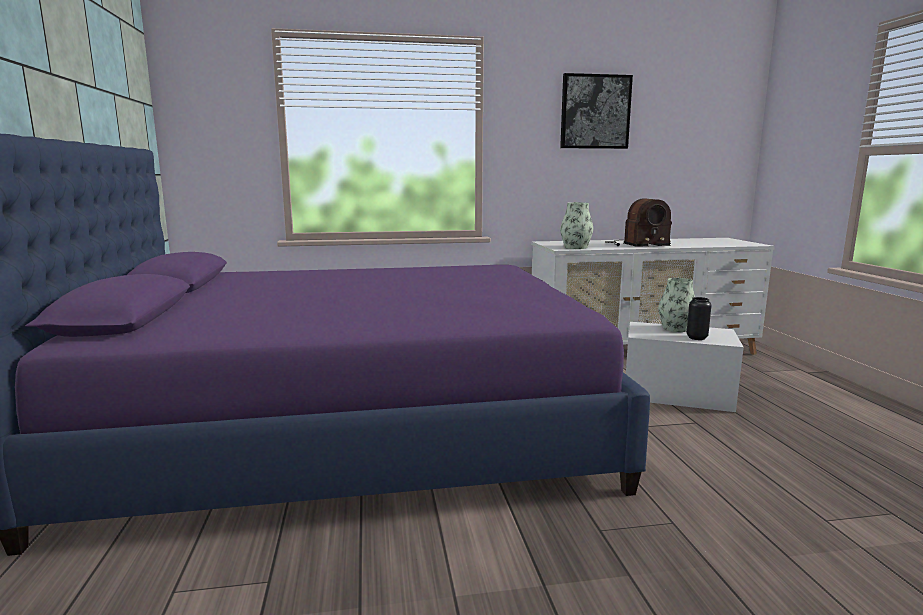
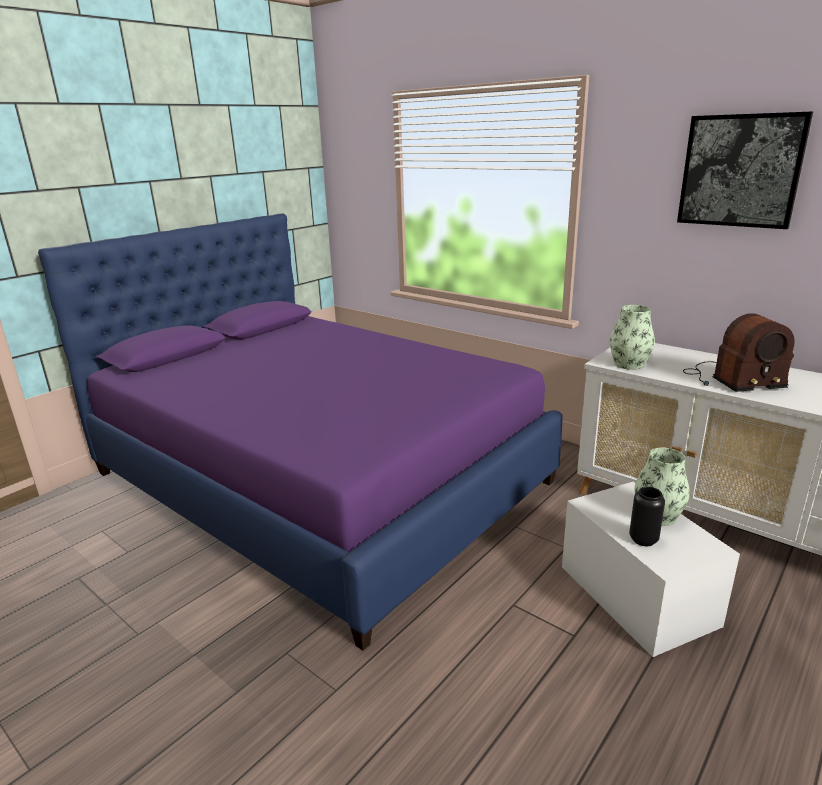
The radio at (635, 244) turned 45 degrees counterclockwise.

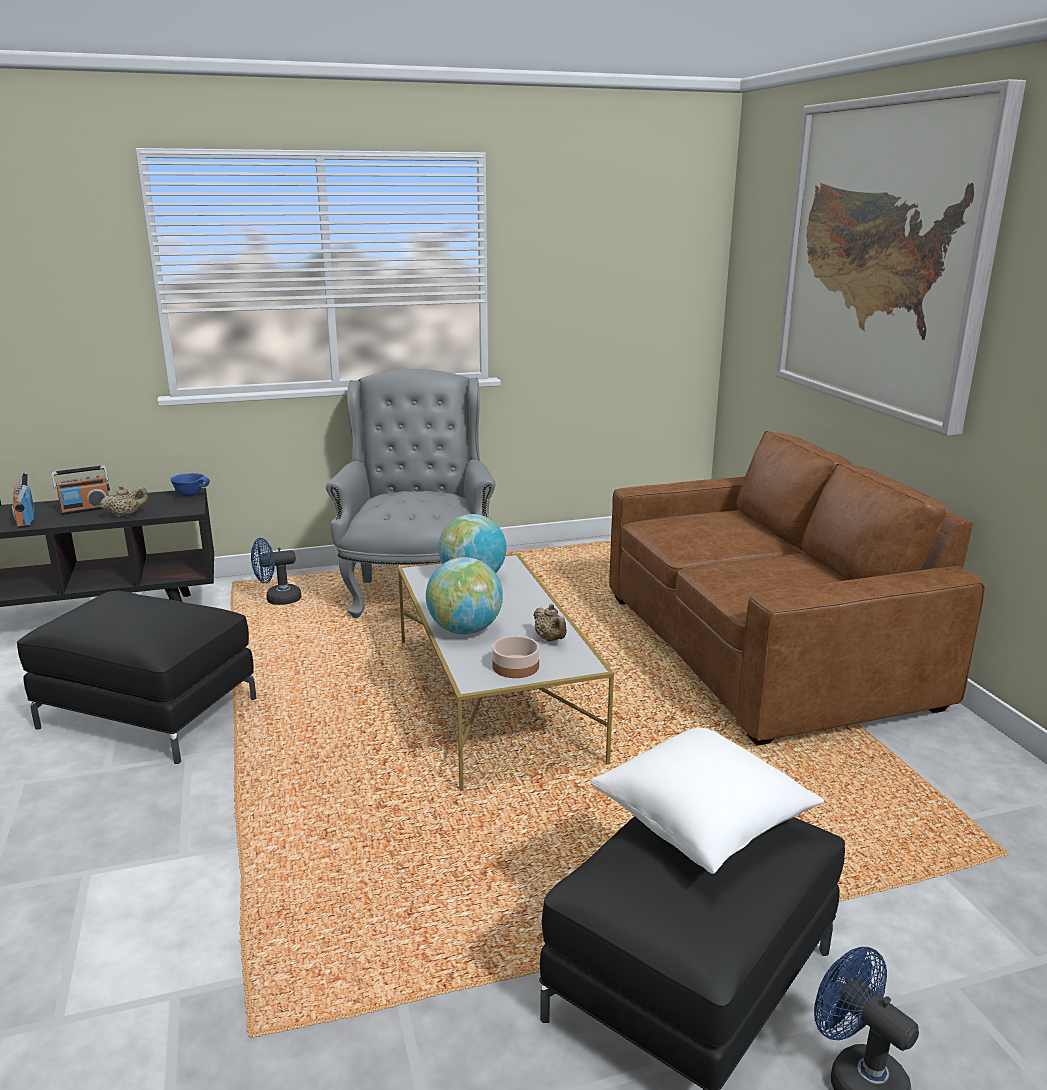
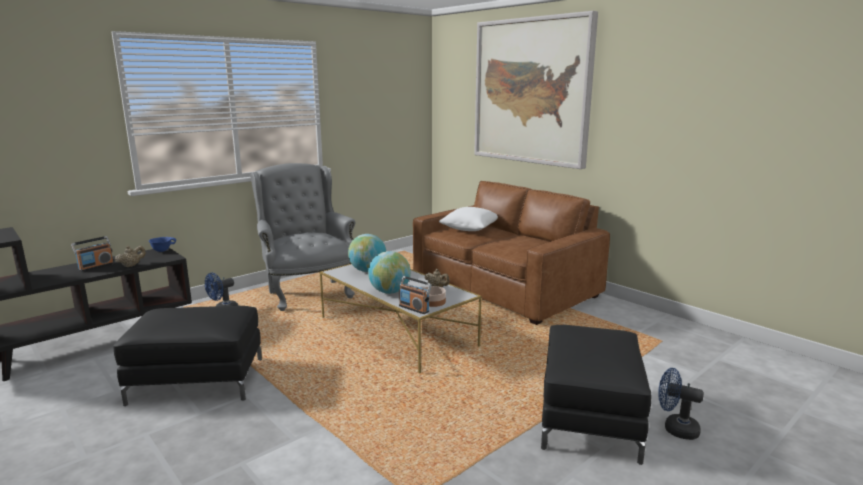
The radio moved from (25, 520) to (414, 308).
The white pillow moved from (703, 821) to (470, 229).

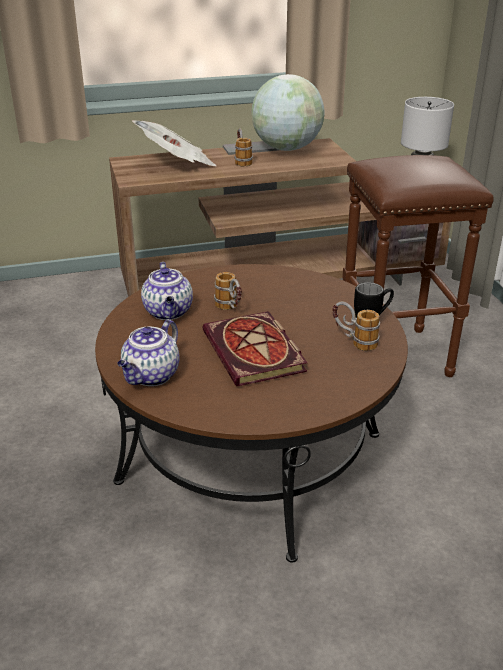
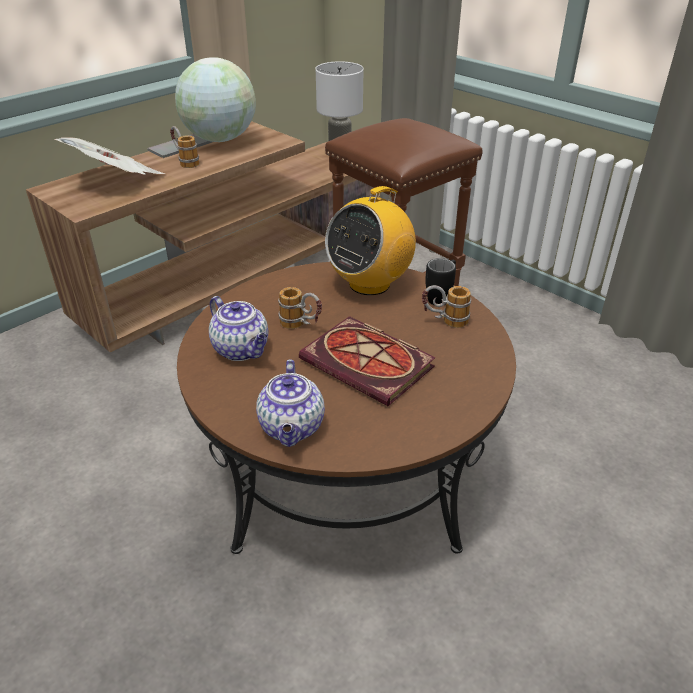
The radio at (370, 283) appeared.

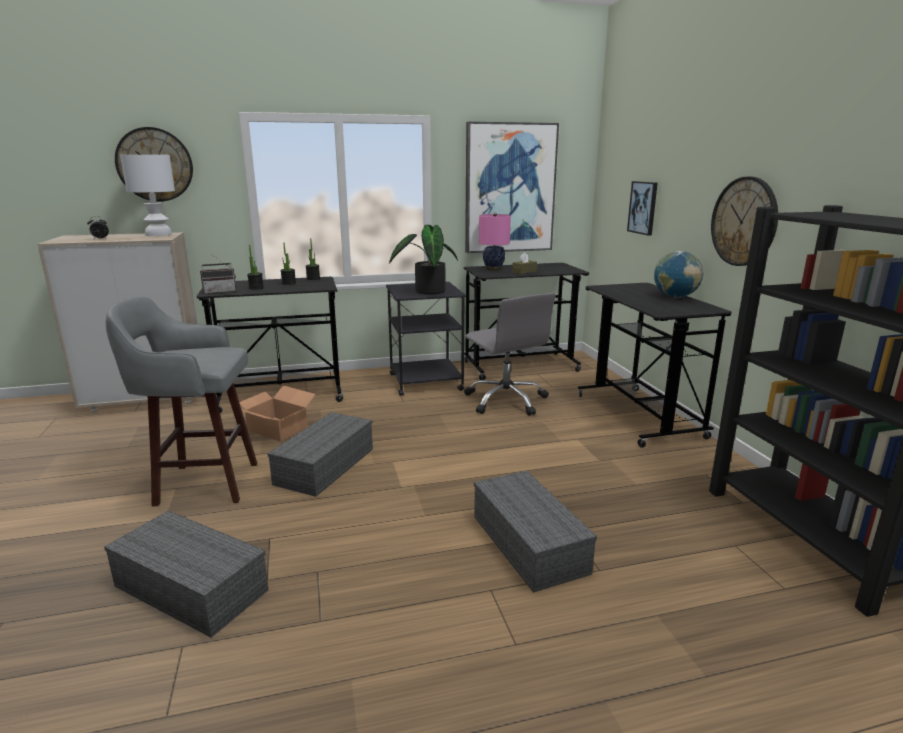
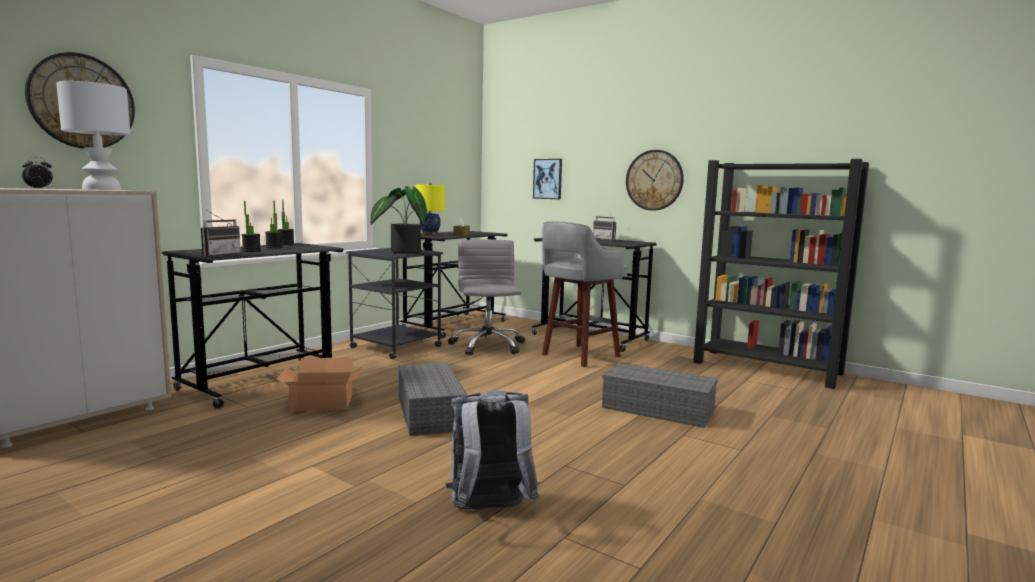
The picture at (509, 188) disappeared.
The pink table lamp at (493, 268) became the yellow table lamp at (430, 234).
The globe at (675, 297) was replaced by the radio at (606, 239).
The grey office chair at (506, 400) turned 120 degrees counterclockwise.
The grey stool moved from (203, 484) to (578, 356).
The grey storage box at (188, 588) was replaced by the grey backpack at (489, 511).

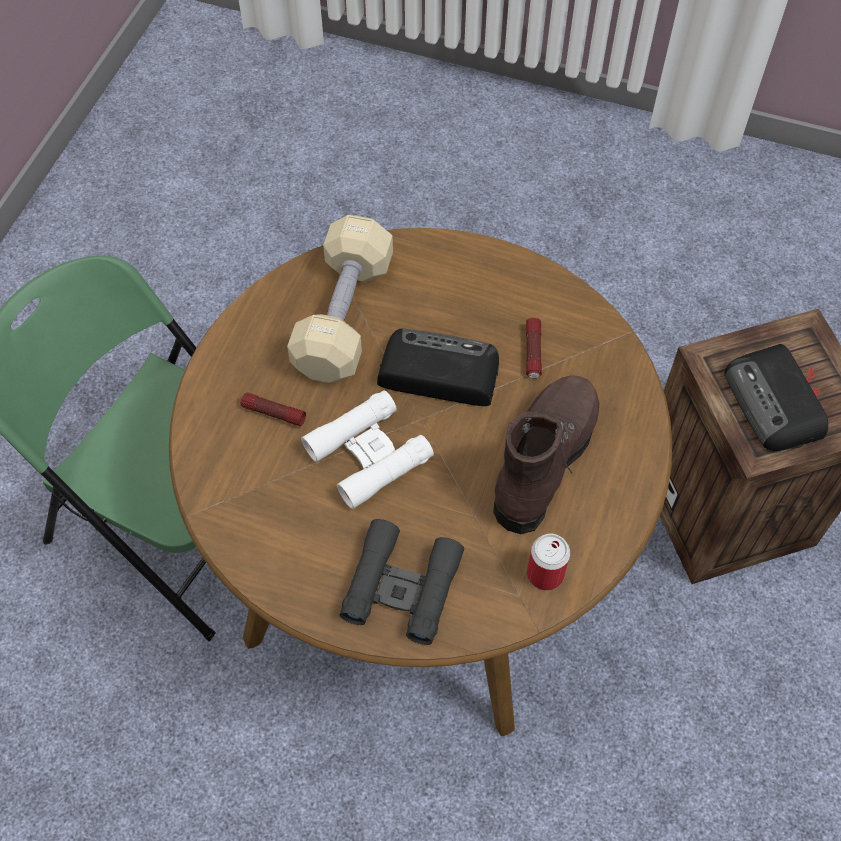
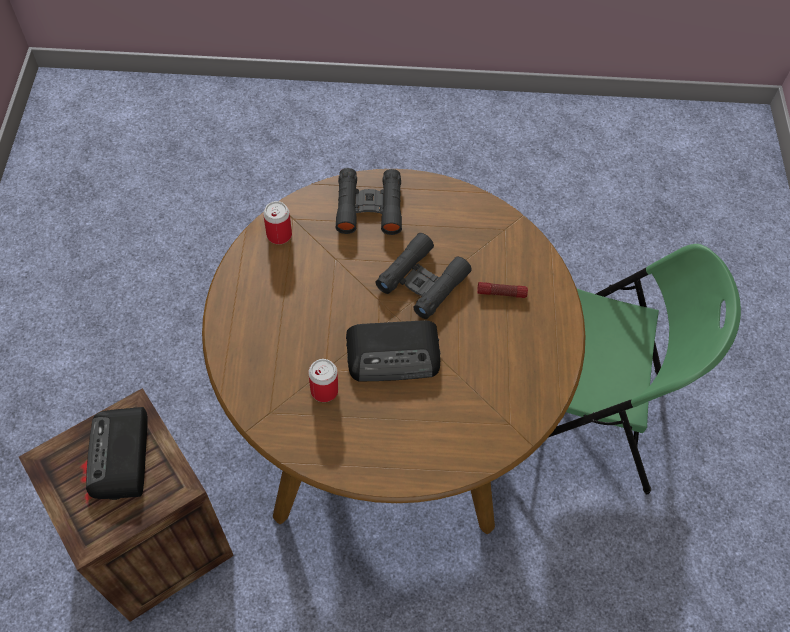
The beige dumbbell at (344, 316) disappeared.
The flashlight at (533, 352) was replaced by the can at (324, 390).
The radio at (774, 404) turned 150 degrees counterclockwise.
The brown boot at (543, 461) disappeared.
The white binoculars at (368, 454) became the black binoculars at (422, 281).

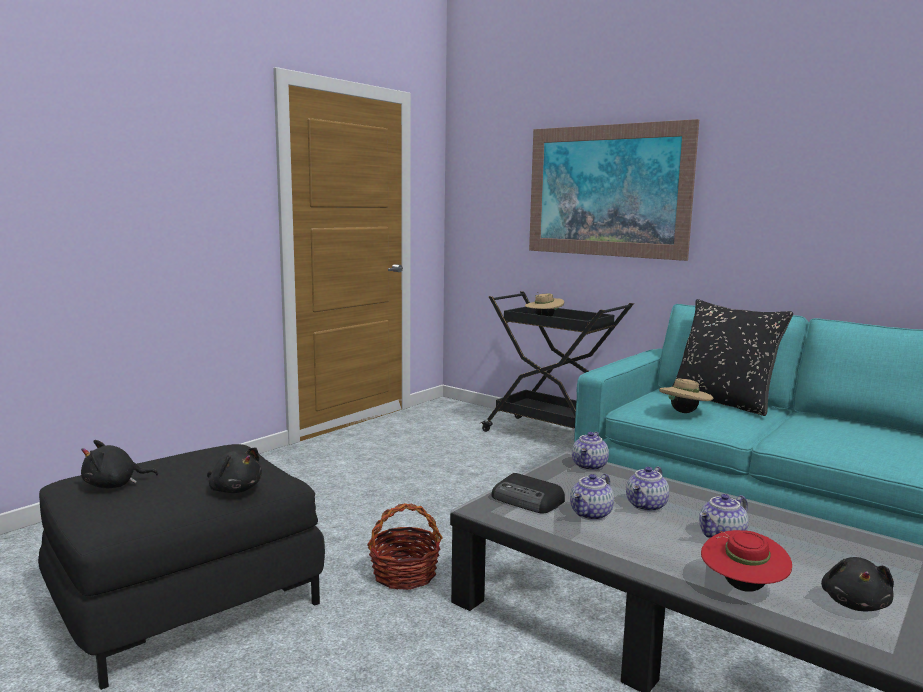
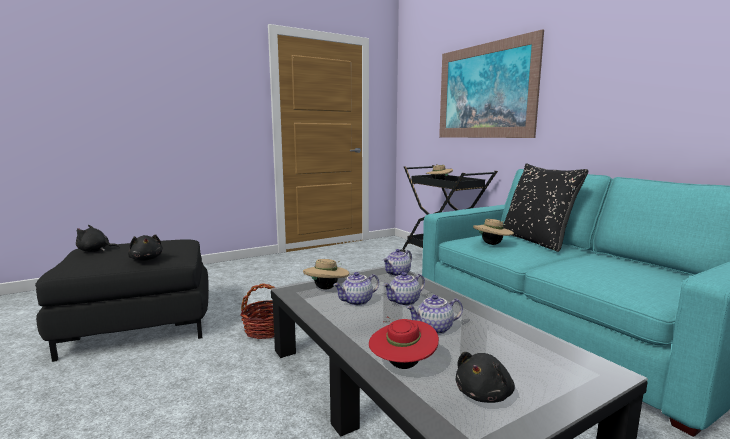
The radio at (528, 500) was replaced by the beige hat at (326, 288).

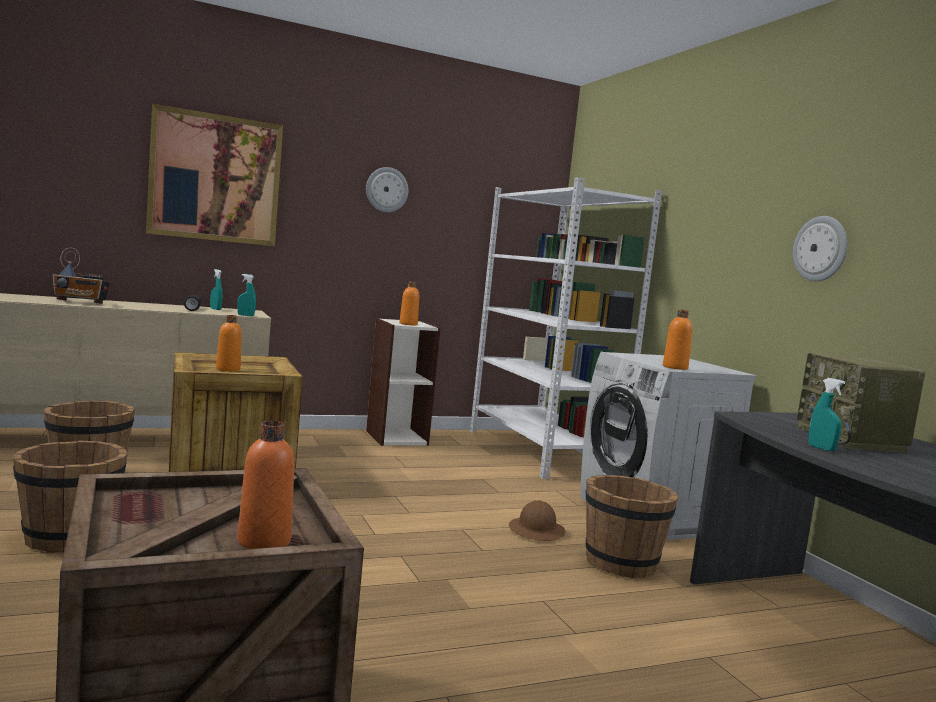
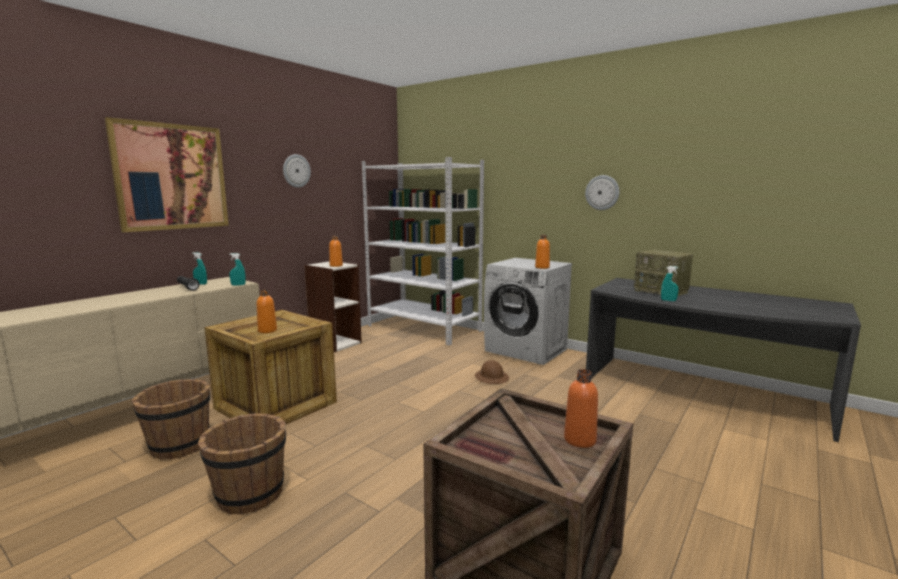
The radio at (80, 302) disappeared.
The brown bucket at (621, 563) disappeared.

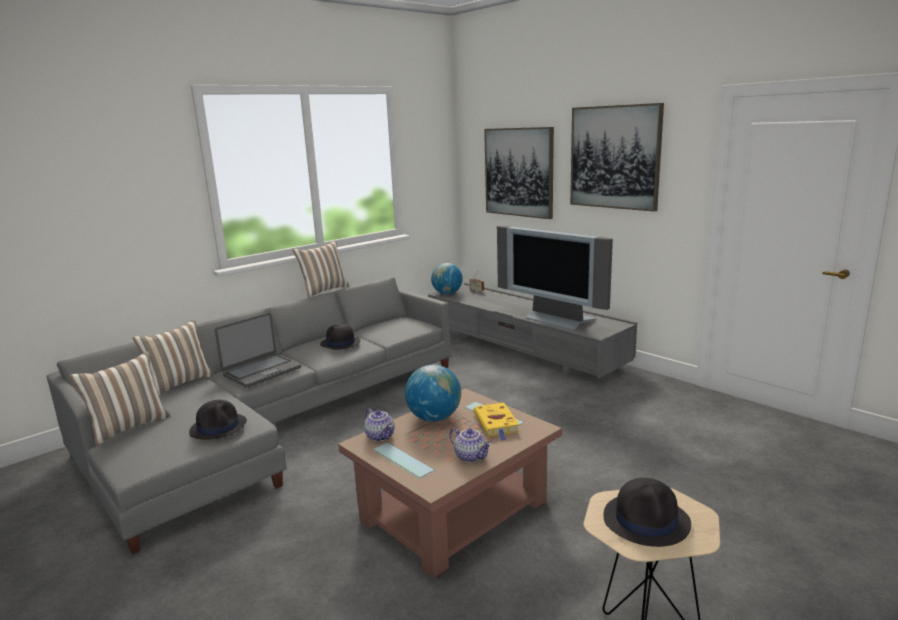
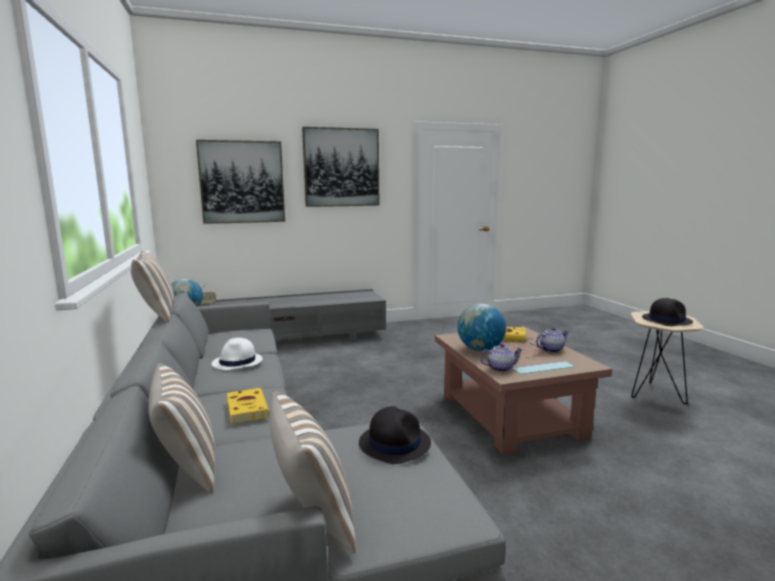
The television at (558, 320) disappeared.
The laptop at (261, 371) was replaced by the yellow book at (246, 408).
The black hat at (340, 343) became the white hat at (237, 362).

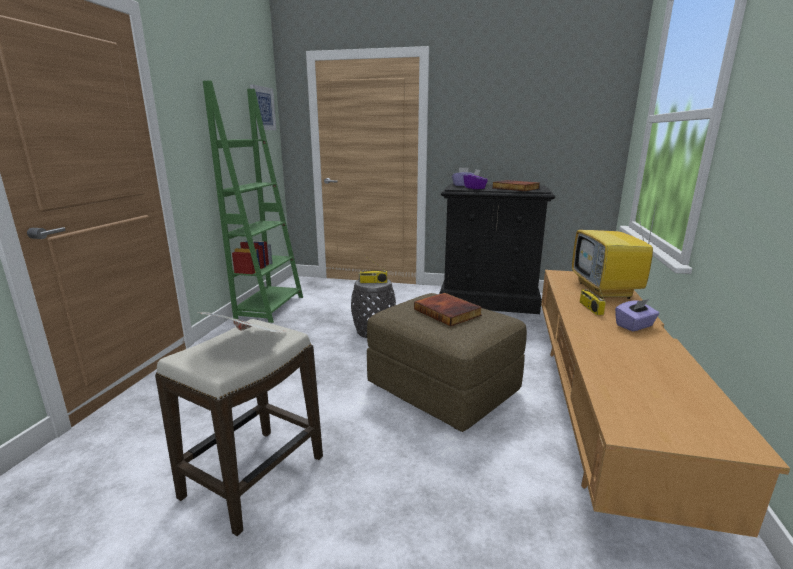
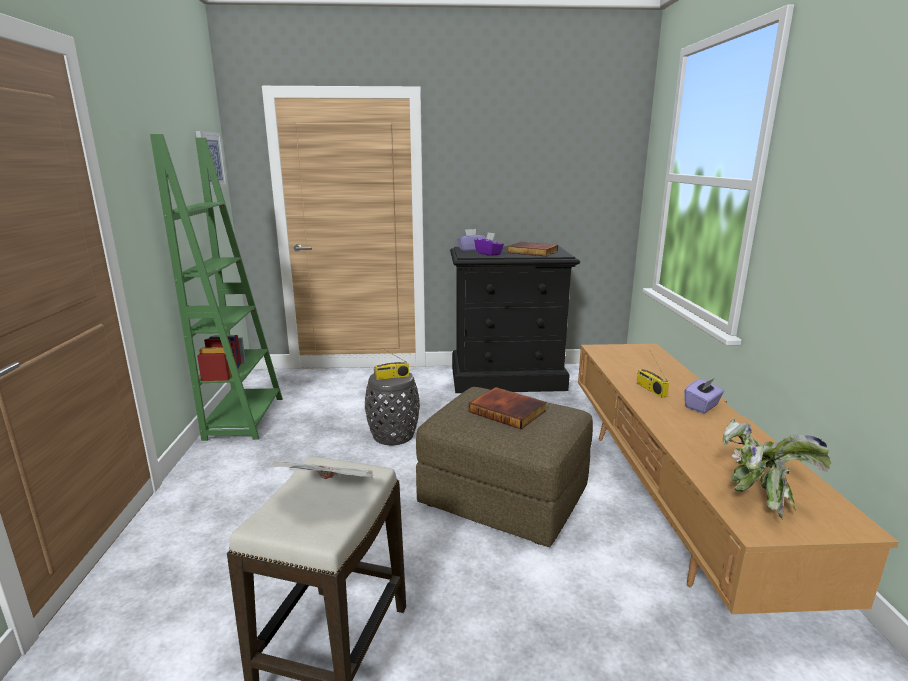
The television at (606, 291) disappeared.
The potted plant at (758, 498) appeared.

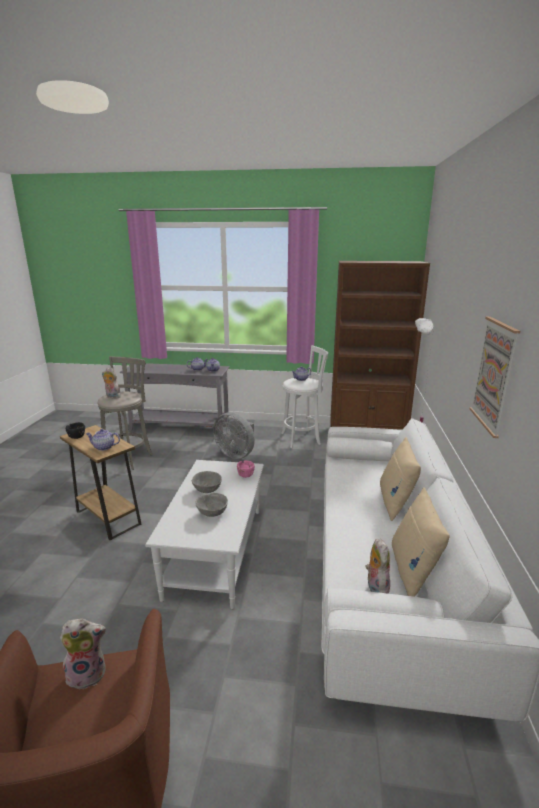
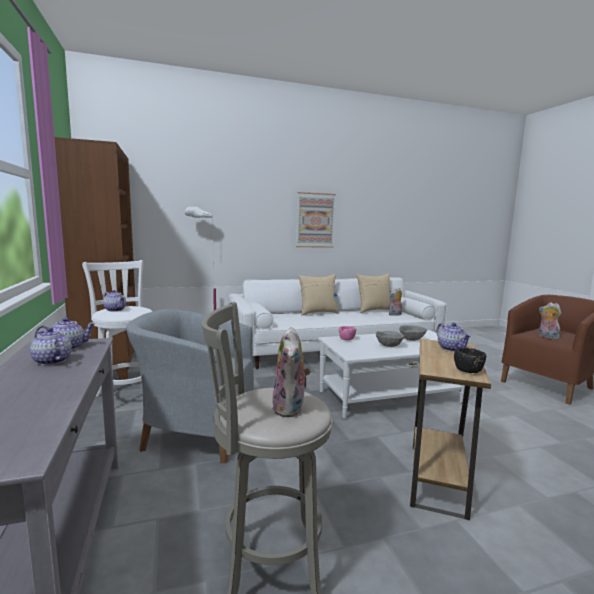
The grey fan at (236, 454) was replaced by the grey armchair at (195, 432).

